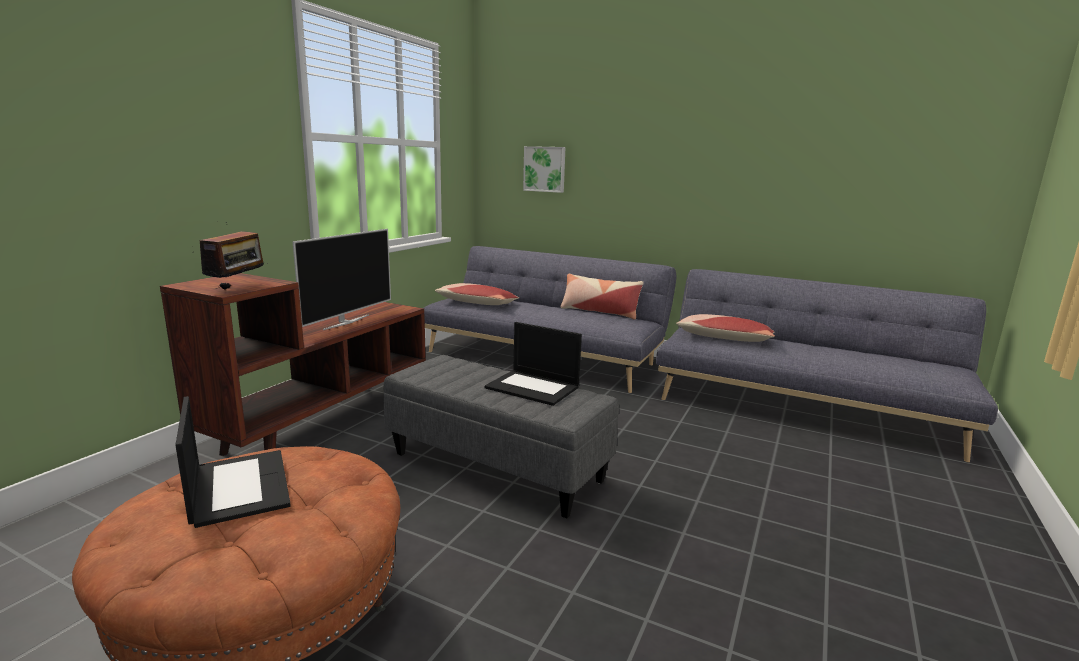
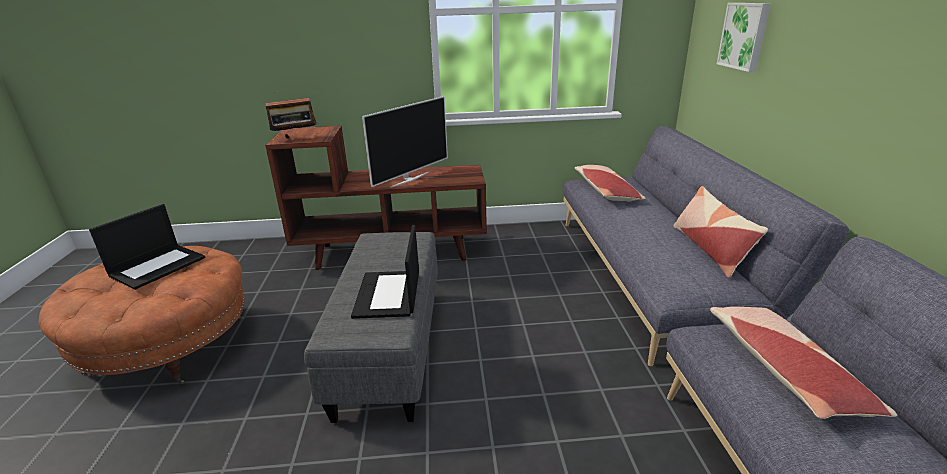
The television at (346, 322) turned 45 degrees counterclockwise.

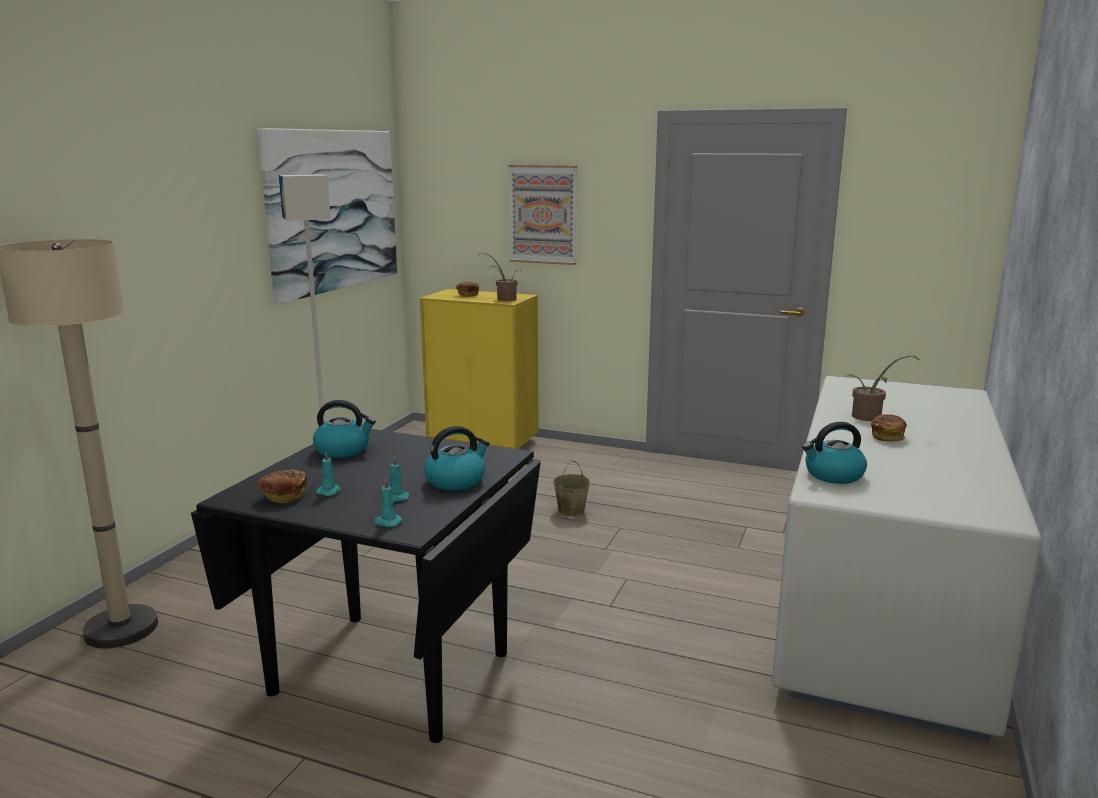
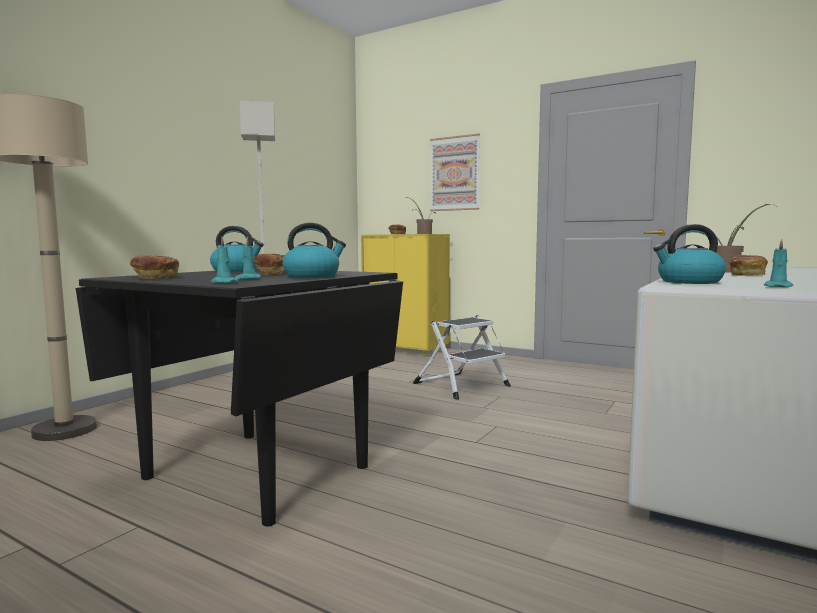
The picture at (333, 210) disappeared.
The turquoise candle moved from (329, 491) to (777, 286).
The beige bucket at (570, 510) was replaced by the step ladder at (461, 385).
The bread at (273, 274) appeared.

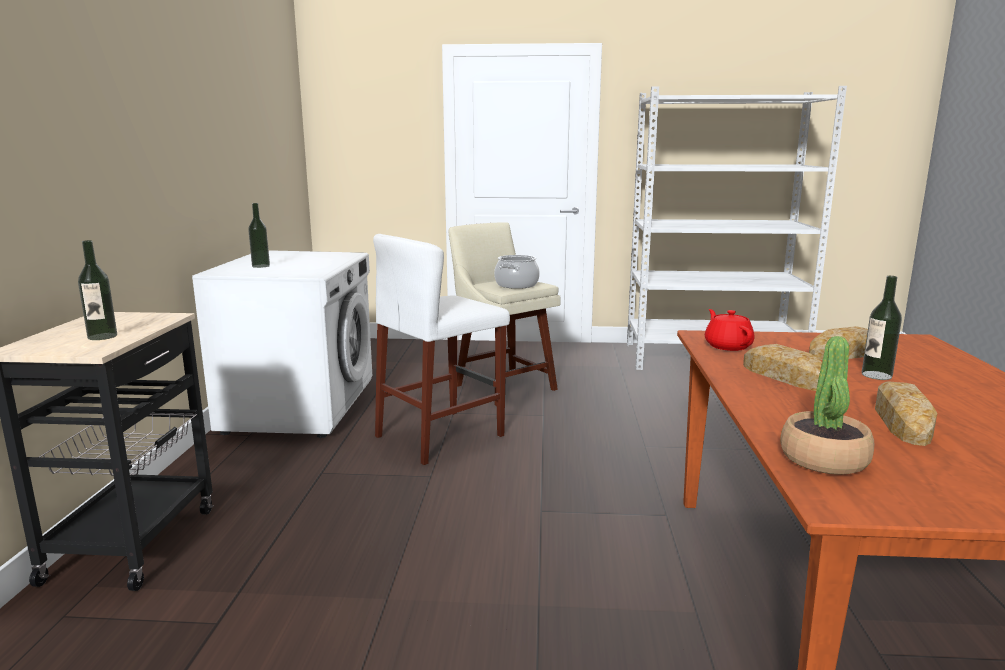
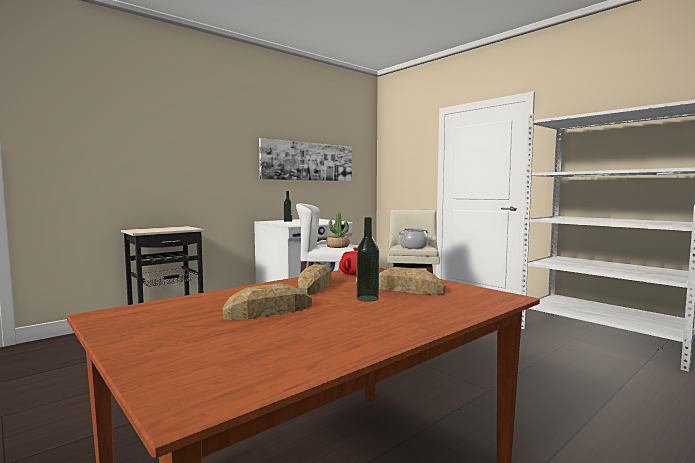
The bottle at (102, 336) disappeared.
The potted plant moved from (824, 459) to (337, 246).
The picture at (308, 161) appeared.

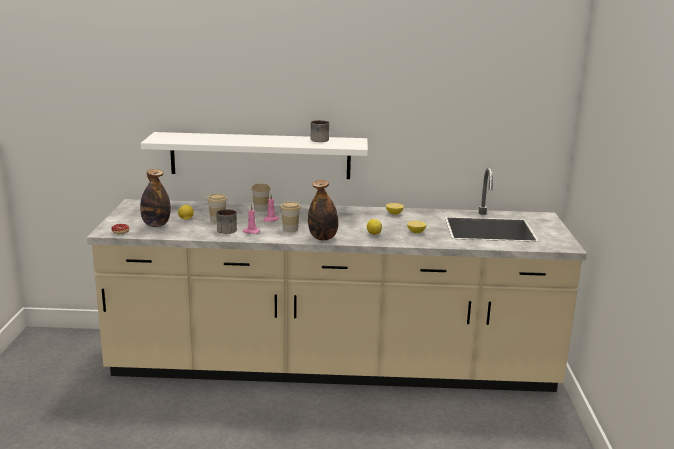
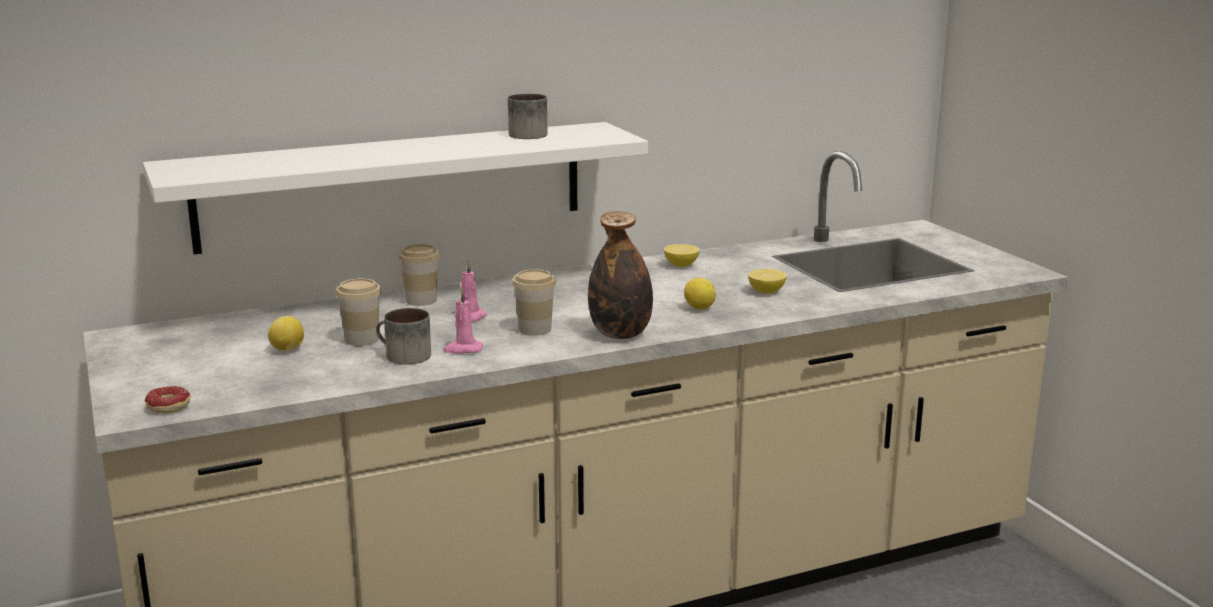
The bottle at (156, 225) disappeared.

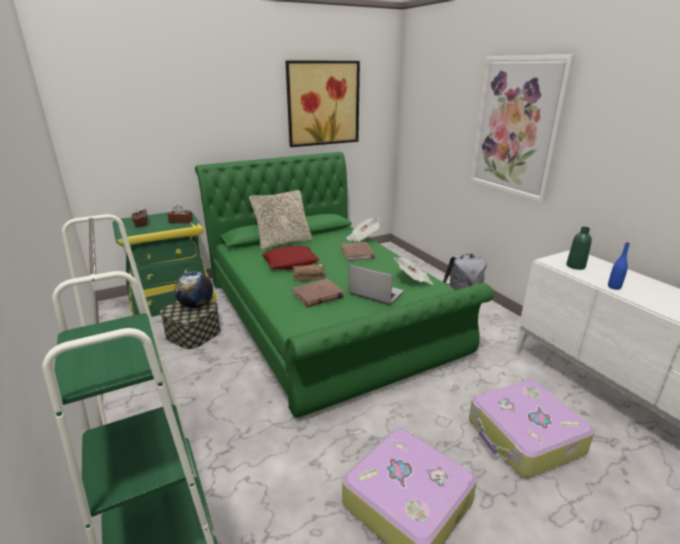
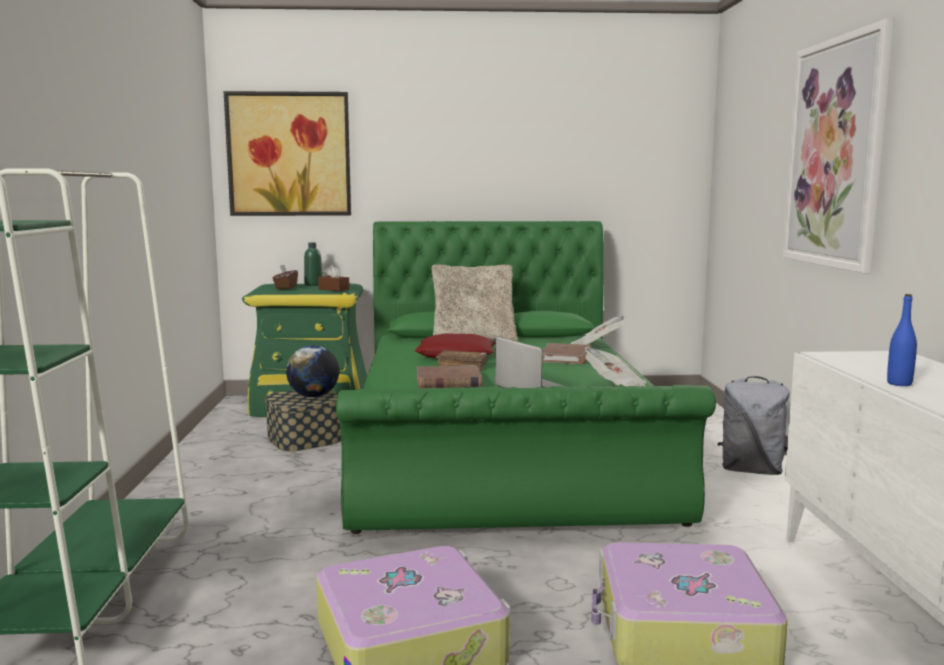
The picture moved from (323, 103) to (289, 154).
The green bottle moved from (575, 266) to (313, 284).

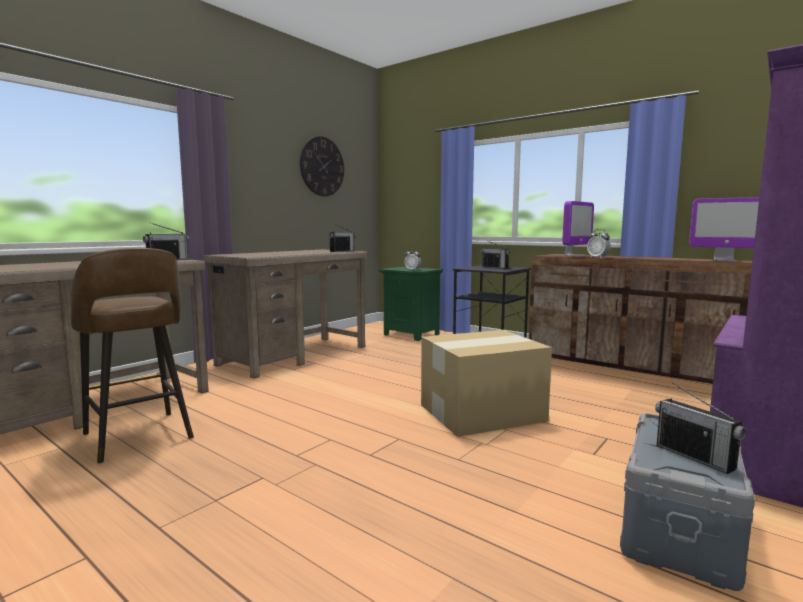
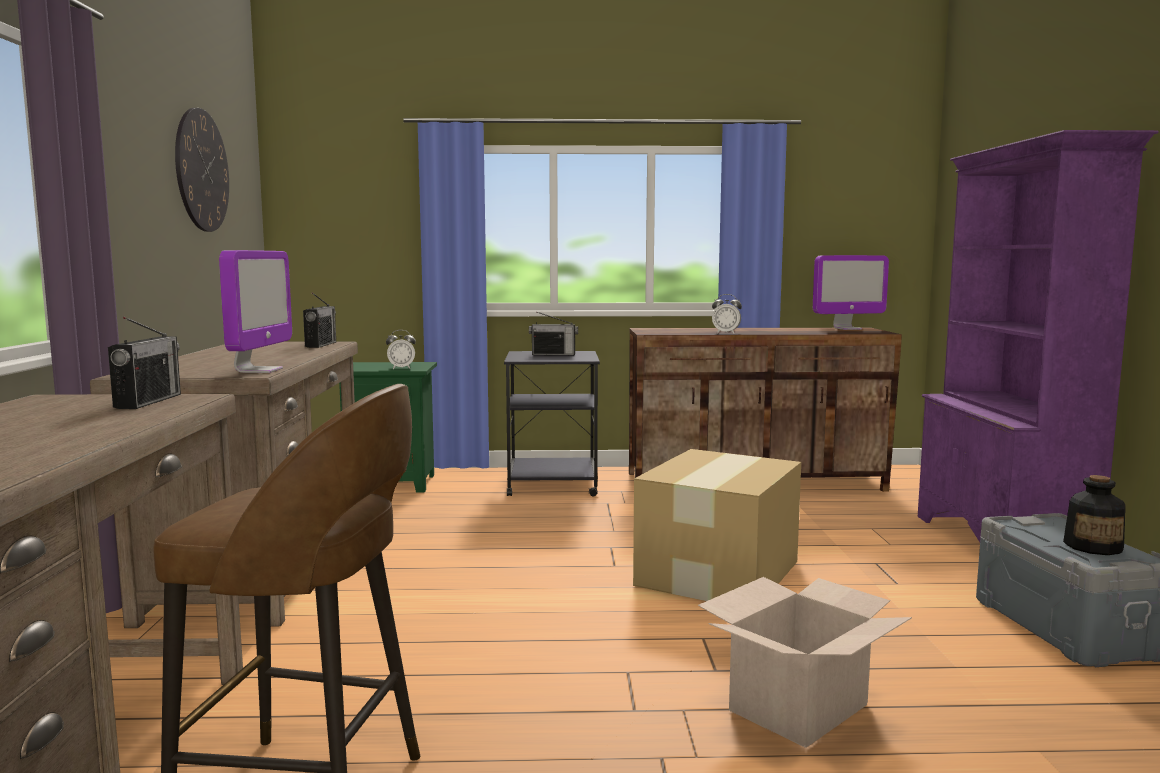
The monitor moved from (575, 256) to (259, 370).
The radio at (695, 457) was replaced by the bottle at (1093, 546).
The cardboard box at (799, 708) appeared.

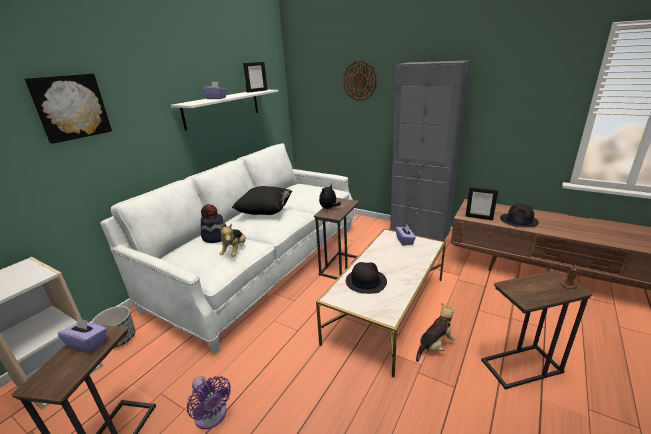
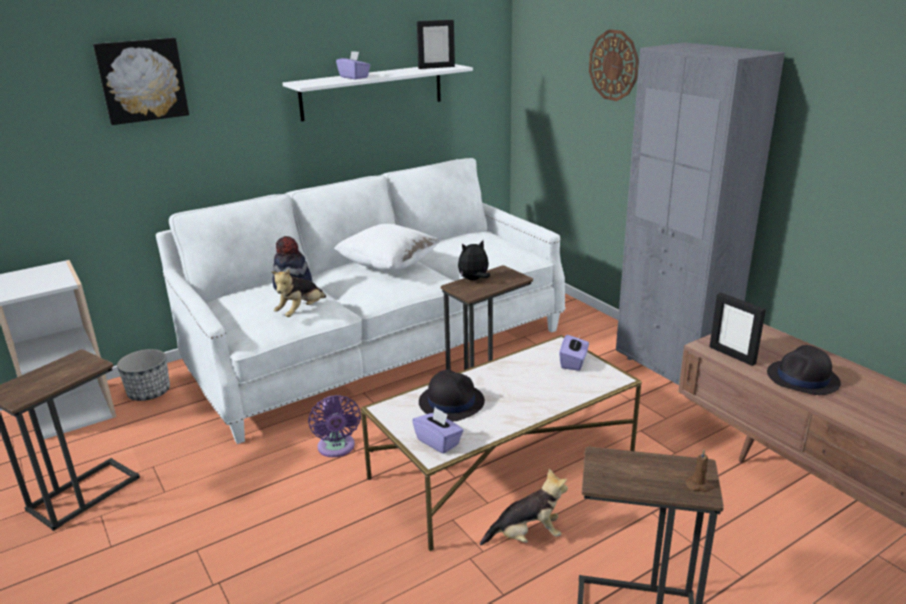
The black pillow at (265, 212) became the white pillow at (388, 266).
The purple tissue box moved from (88, 343) to (438, 442).
The purple fan moved from (212, 416) to (336, 448).

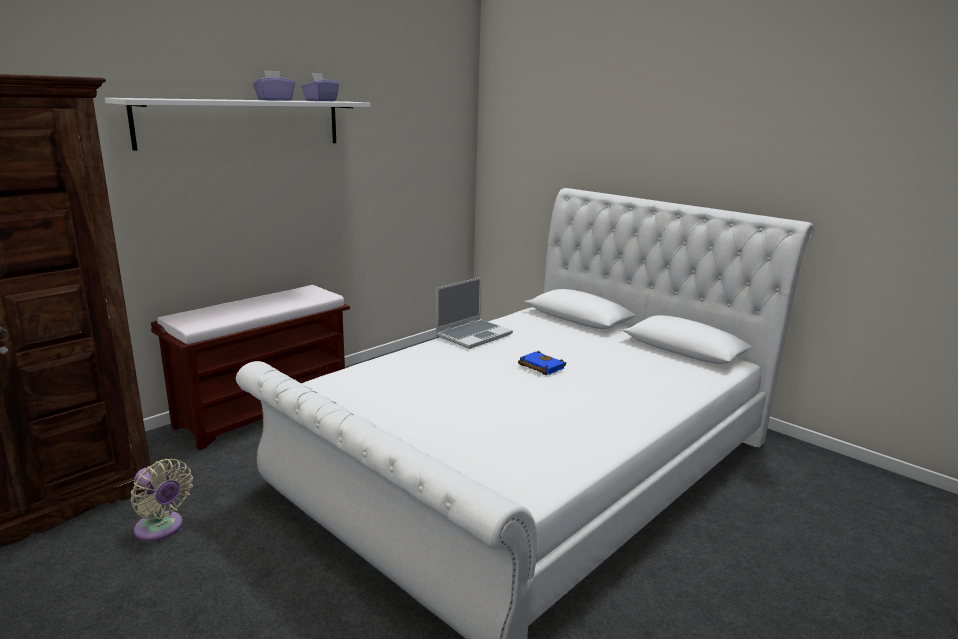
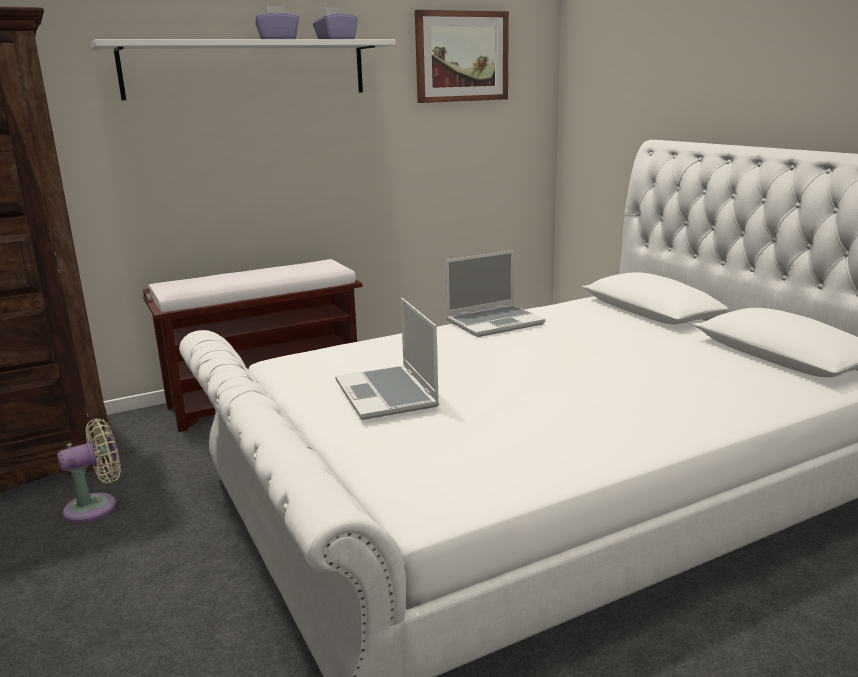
The blue book at (539, 366) disappeared.
The beige fan at (161, 529) turned 90 degrees counterclockwise.
The picture at (461, 56) appeared.
The laptop at (388, 395) appeared.

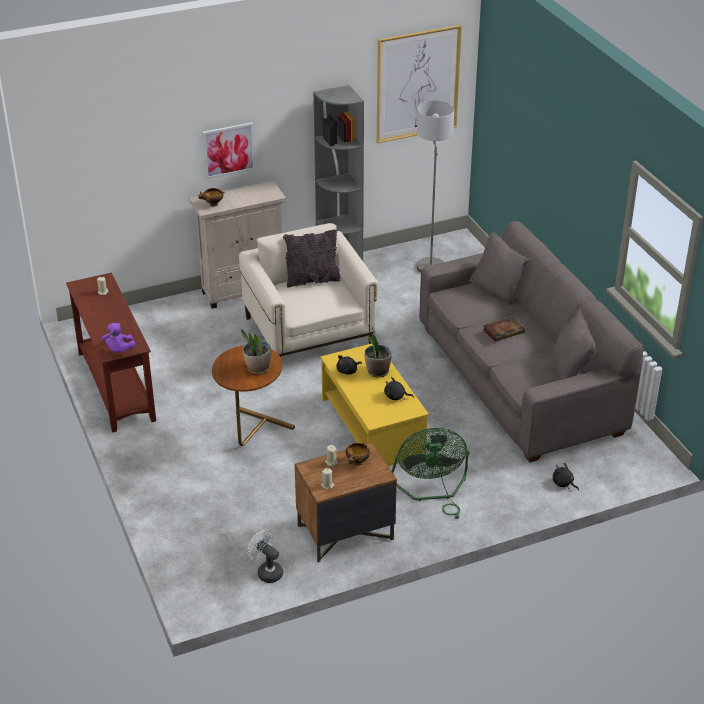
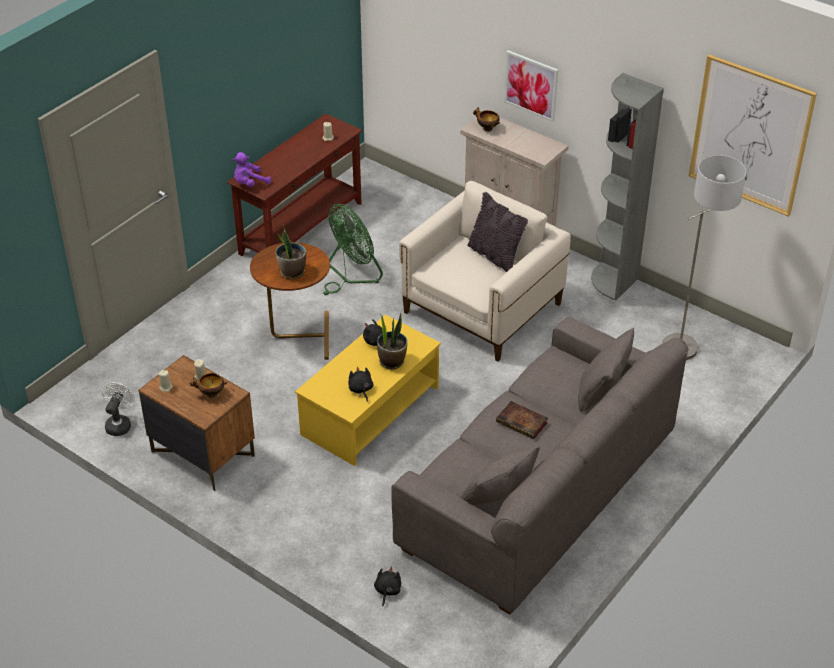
The green fan moved from (434, 491) to (347, 271).

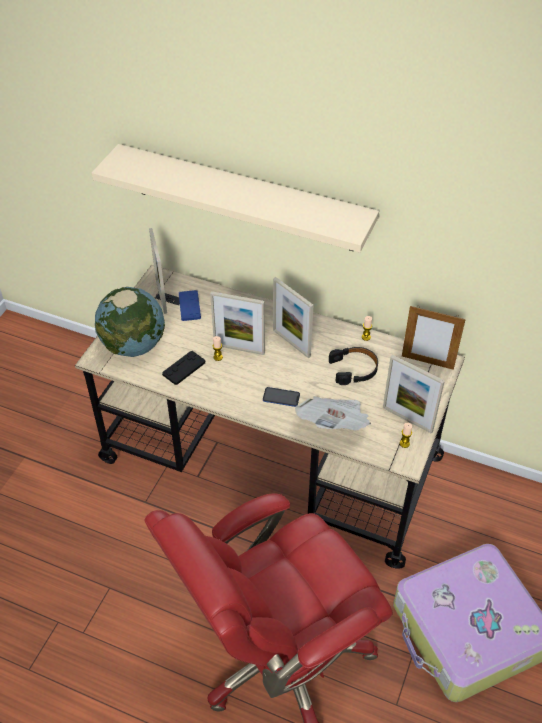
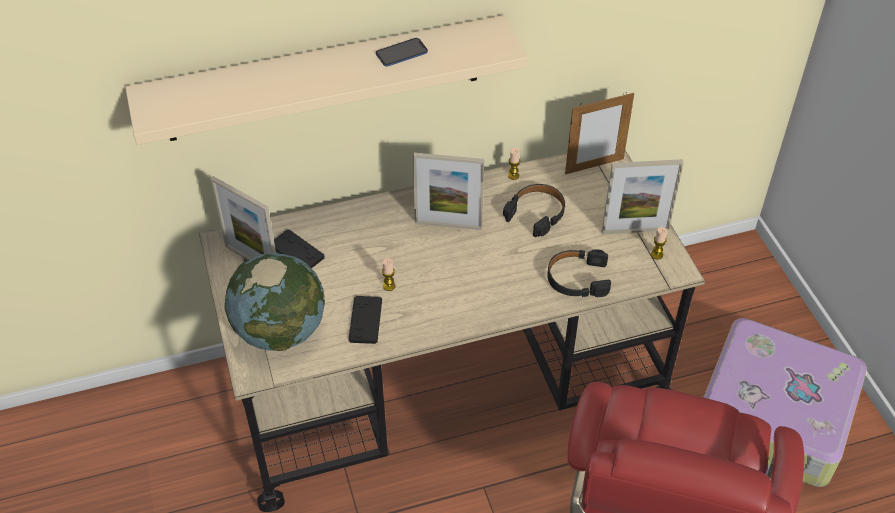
The blue game controller at (189, 306) became the black game controller at (297, 251).
The picture frame at (239, 349) disappeared.
The phone moved from (281, 397) to (401, 53).
The newspaper at (334, 425) was replaced by the black headphones at (577, 279).

